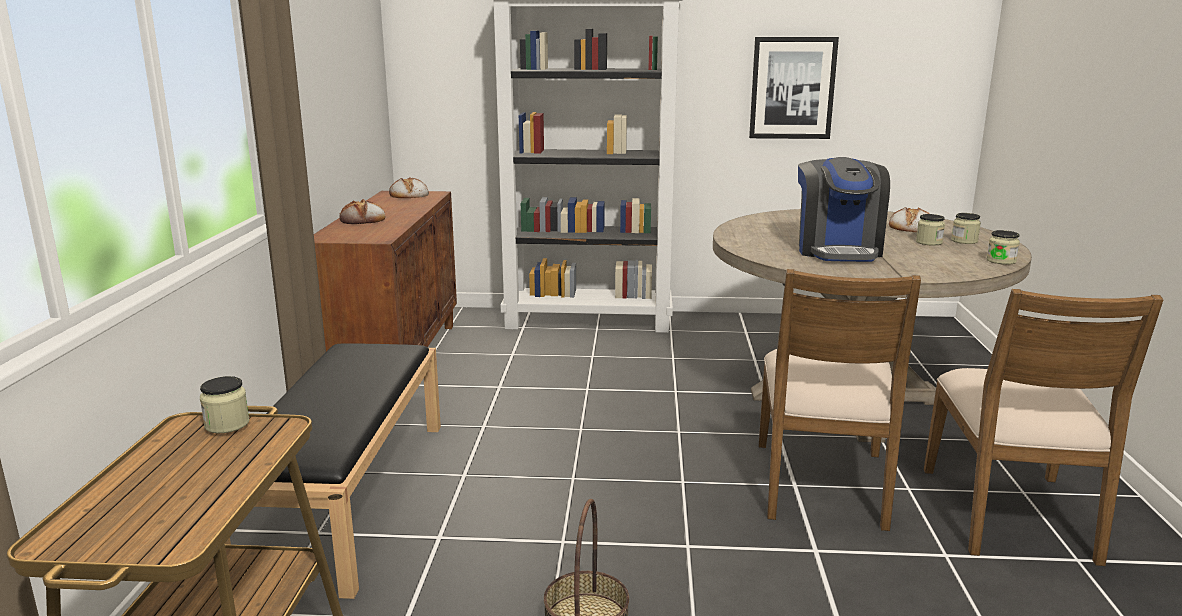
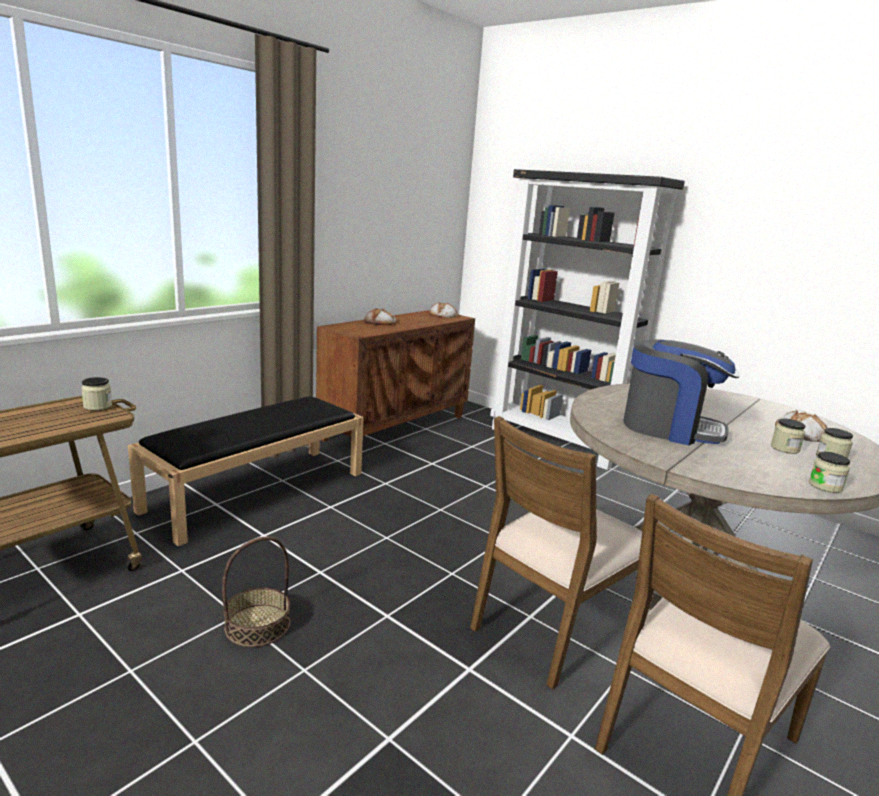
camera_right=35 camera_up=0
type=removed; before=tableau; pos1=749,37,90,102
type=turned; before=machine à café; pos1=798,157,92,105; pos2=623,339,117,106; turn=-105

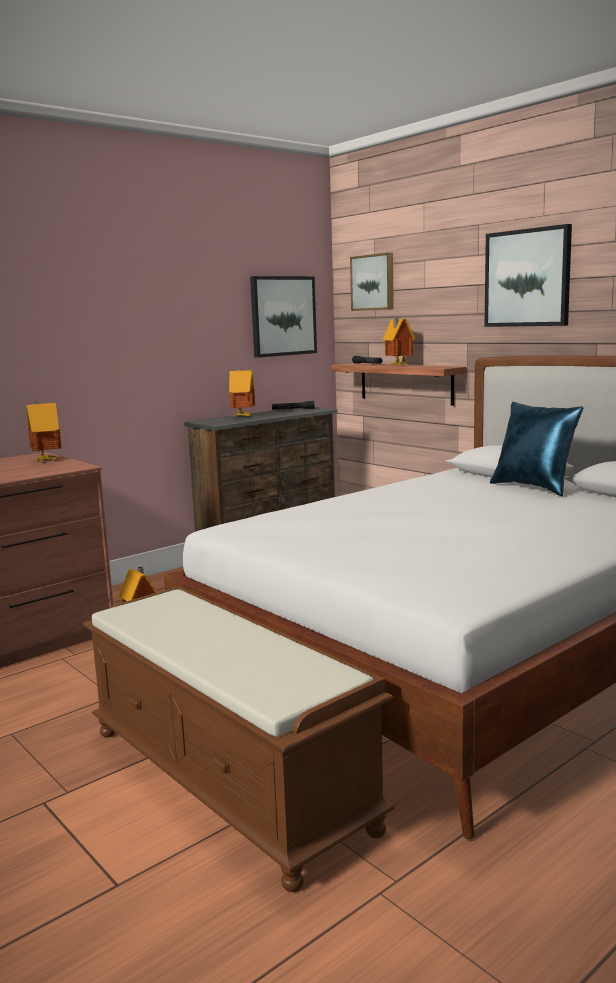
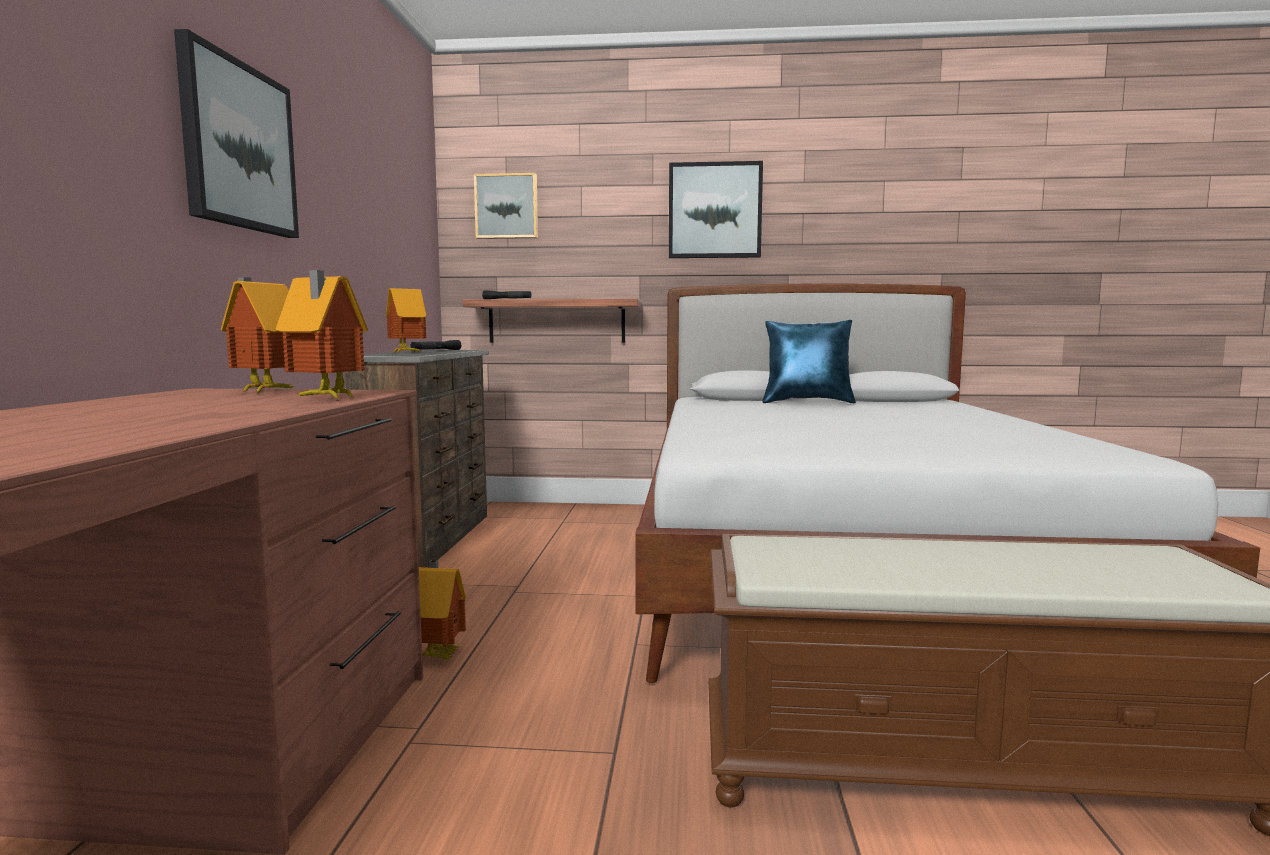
camera_right=-45 camera_up=-5
type=moved; before=tableau; pos1=250,276,67,82; pos2=174,29,125,209
type=moved; before=maison miniature; pos1=383,317,32,49; pos2=275,270,93,130

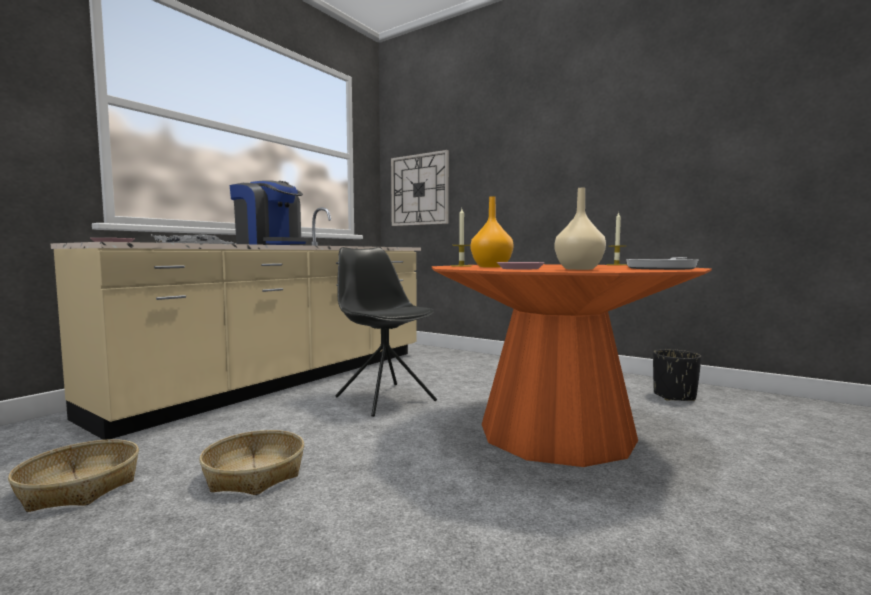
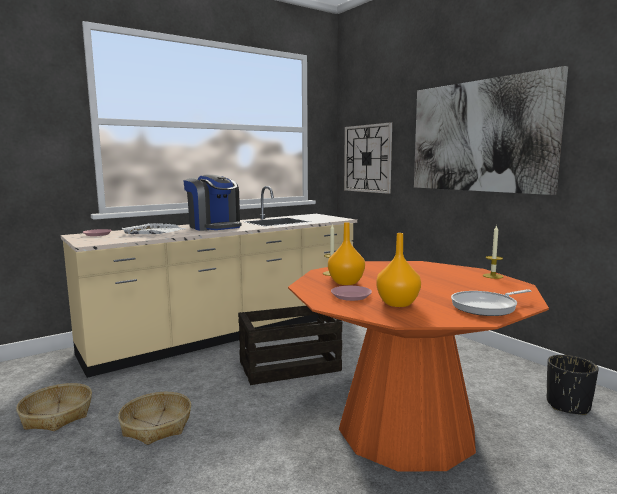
camera_right=20 camera_up=5
type=recoloured; before=vase/beige; after=vase/orange; pos1=555,188,51,82; pos2=376,233,45,74
type=replaced; before=chaise/noir; after=caisse; pos1=335,247,102,170; pos2=238,306,104,79
type=added; after=tableau; pos2=414,66,154,129

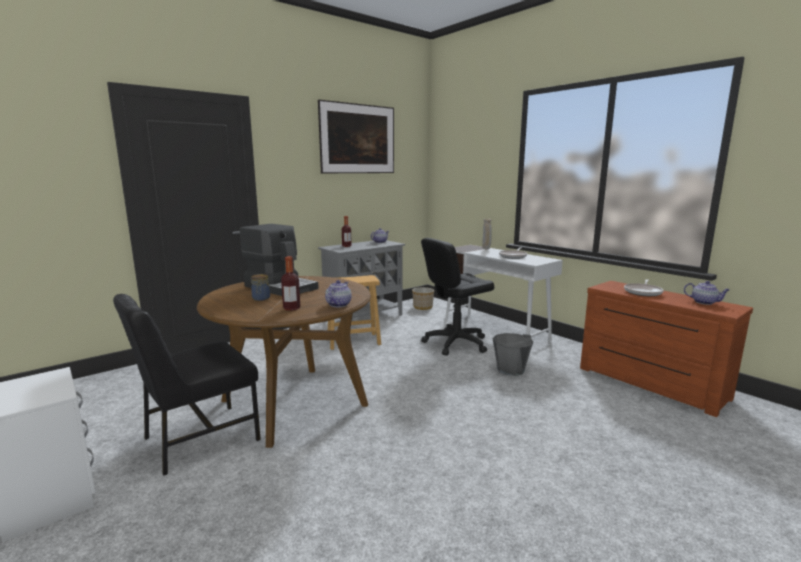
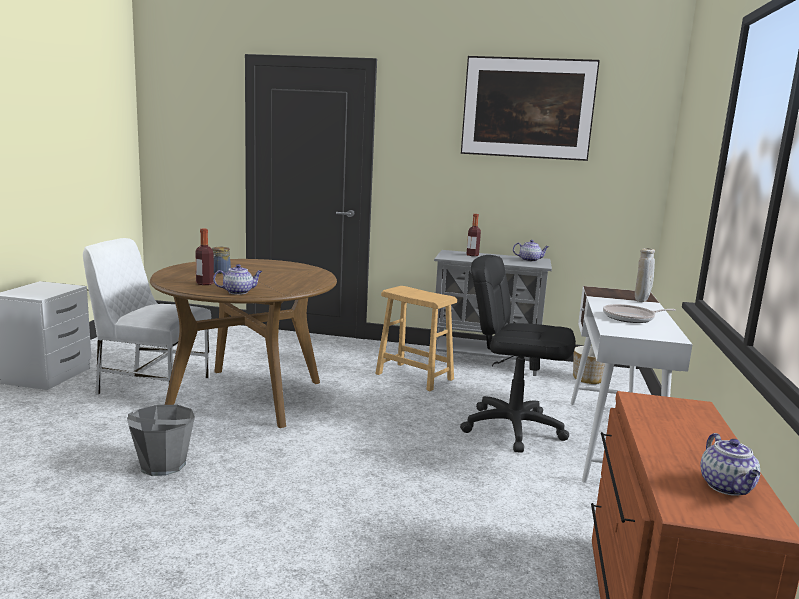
camera_right=50 camera_up=0
type=removed; before=machine à café; pos1=240,224,79,72
type=removed; before=poêle; pos1=624,279,40,17
type=recoloured; before=chaise/noir; after=chaise/blanc; pos1=113,294,148,182; pos2=83,238,128,157
type=moved; before=seau/gris; pos1=493,333,40,43; pos2=127,405,68,71

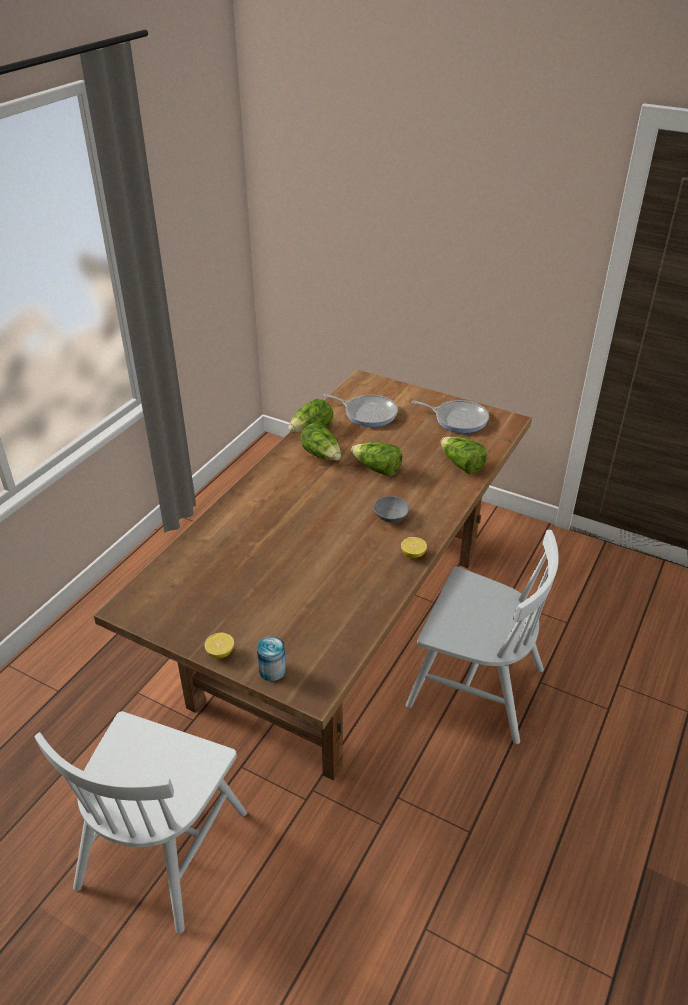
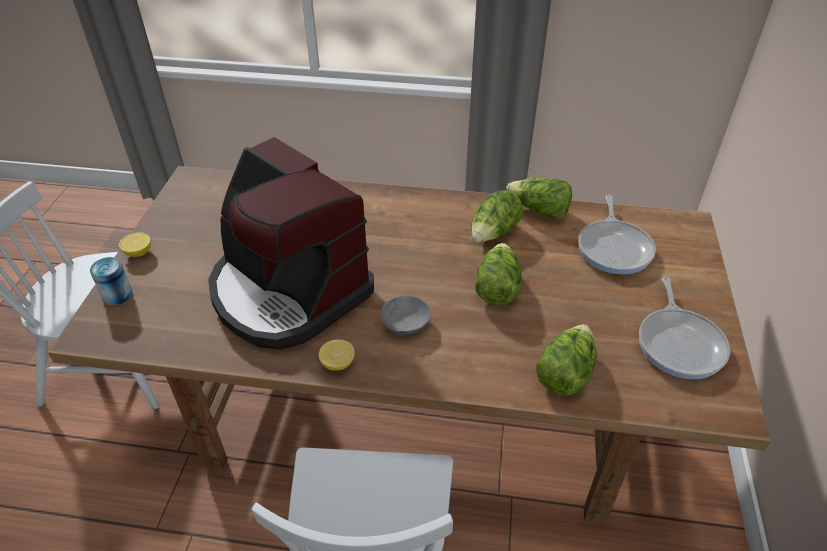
camera_right=70 camera_up=5
type=added; after=machine à café; pos2=208,137,166,213

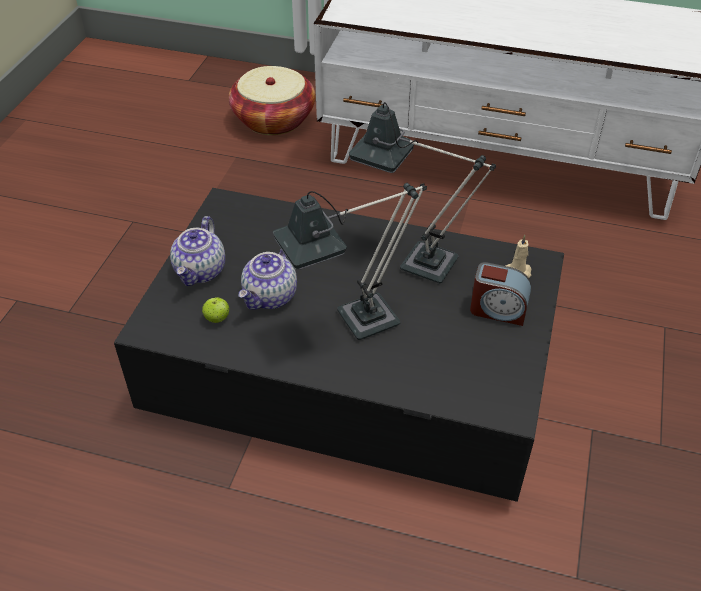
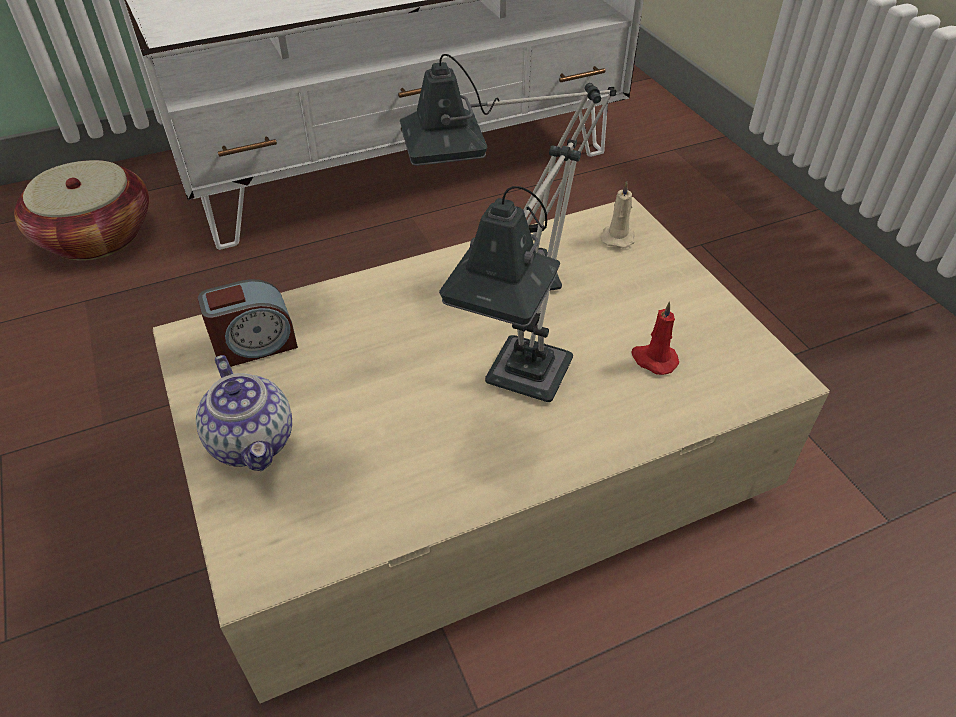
camera_right=-40 camera_up=0
type=recoloured; before=table basse/noir; after=table basse/beige; pos1=114,188,450,314; pos2=153,197,677,506
type=removed; before=théière; pos1=239,250,58,60
type=moved; before=réveil; pos1=470,262,61,64; pos2=198,279,100,88
type=removed; before=pomme; pos1=202,297,27,26
type=added; after=bougie/rouge; pos2=631,301,48,74

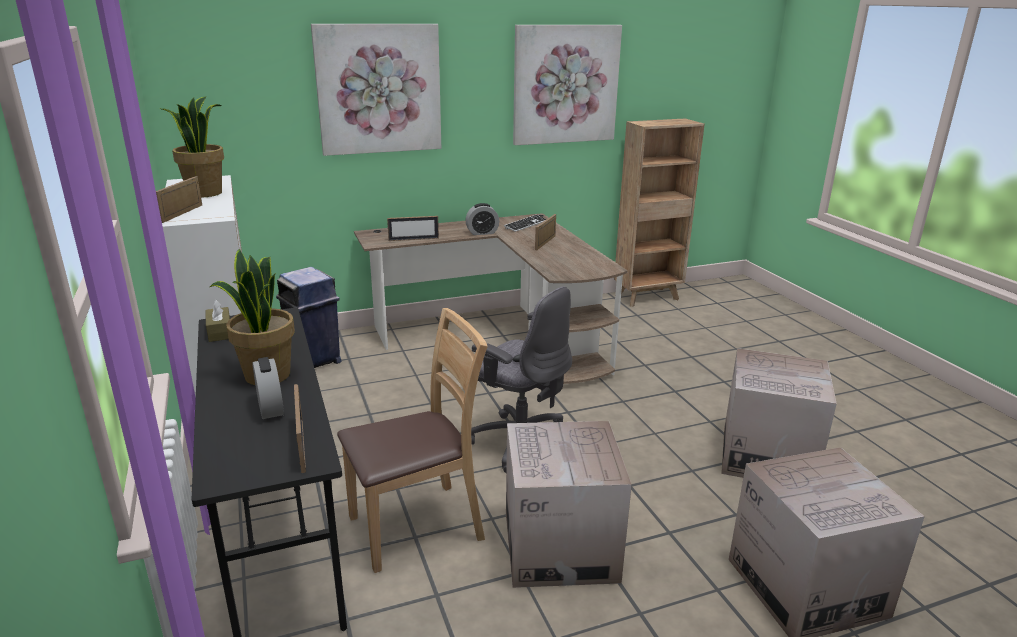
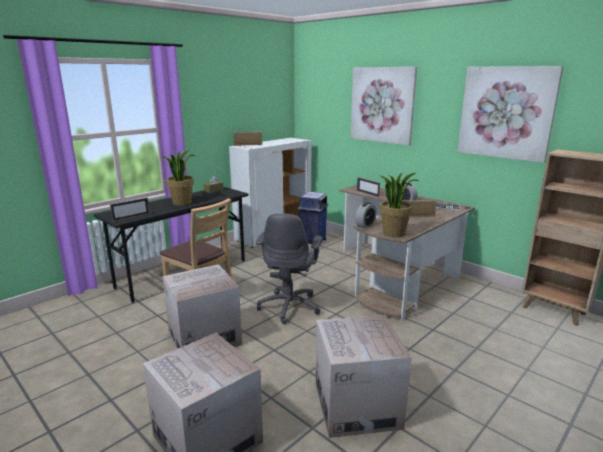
camera_right=65 camera_up=-5
type=moved; before=plante en pot; pos1=159,96,65,102; pos2=380,172,39,65
type=moved; before=réveil; pos1=252,357,32,62; pos2=355,202,22,26

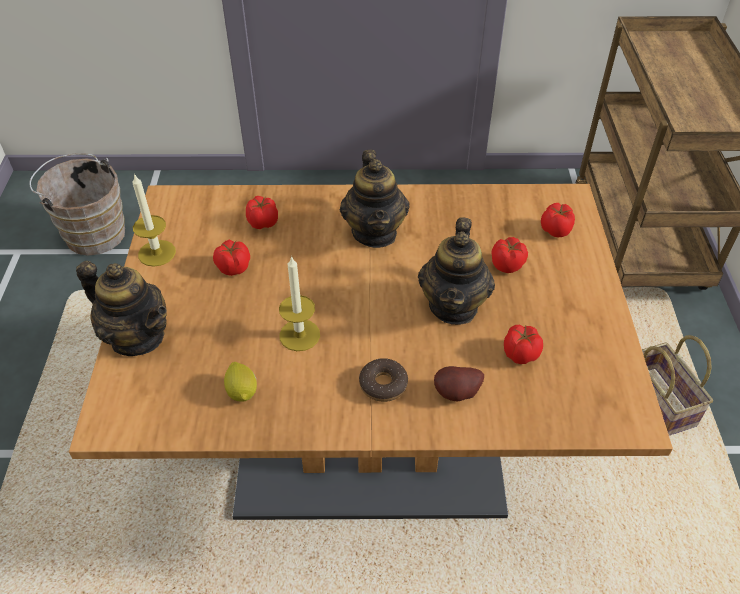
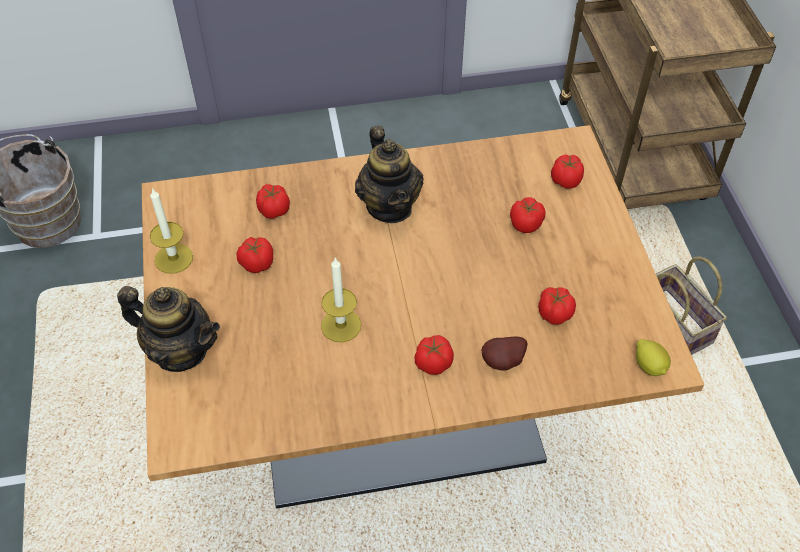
camera_right=-10 camera_up=5
type=removed; before=théière; pos1=418,217,77,108
type=replaced; before=beignet; after=tomate; pos1=359,358,49,44; pos2=415,335,39,40
type=moved; before=citron; pos1=224,362,33,39; pos2=636,339,35,37

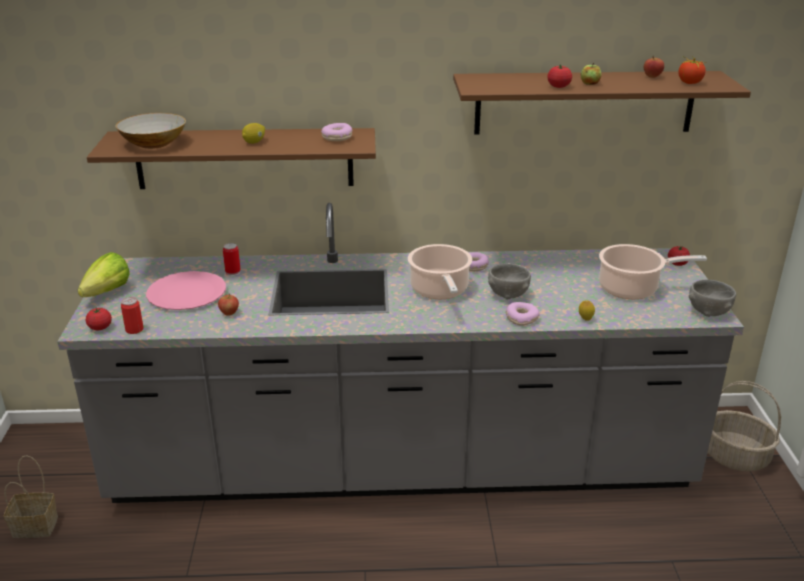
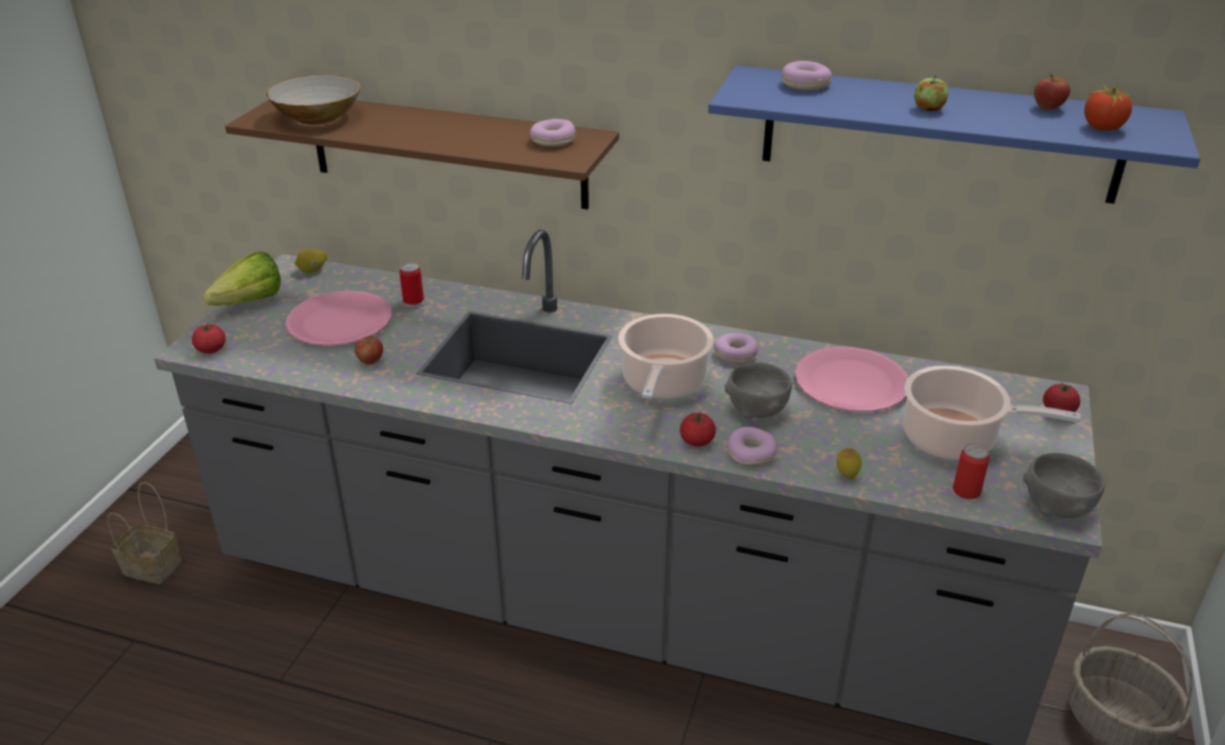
camera_right=20 camera_up=5
type=moved; before=tomate; pos1=547,65,25,23; pos2=680,412,36,35
type=recoloured; before=étagère/marron; after=étagère/bleu; pos1=453,71,298,64; pos2=708,66,492,138
type=moved; before=citron; pos1=242,123,23,21; pos2=295,249,32,24
type=moved; before=boîte métallique; pos1=121,297,23,37; pos2=953,443,37,56
type=added; after=beignet; pos2=781,61,51,30
type=added; after=assiette/rose; pos2=795,347,113,65

